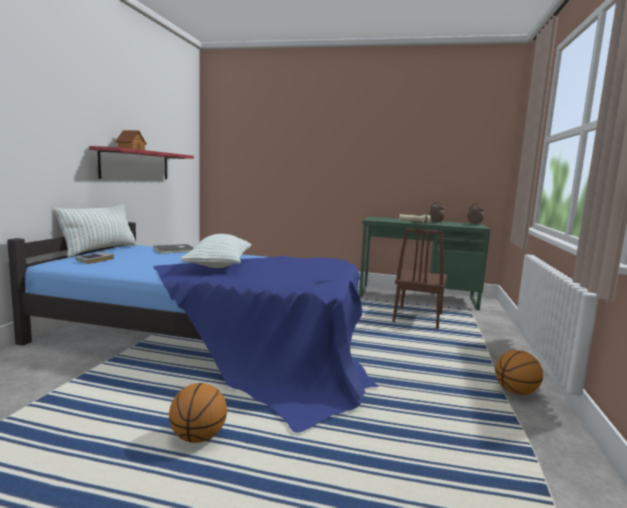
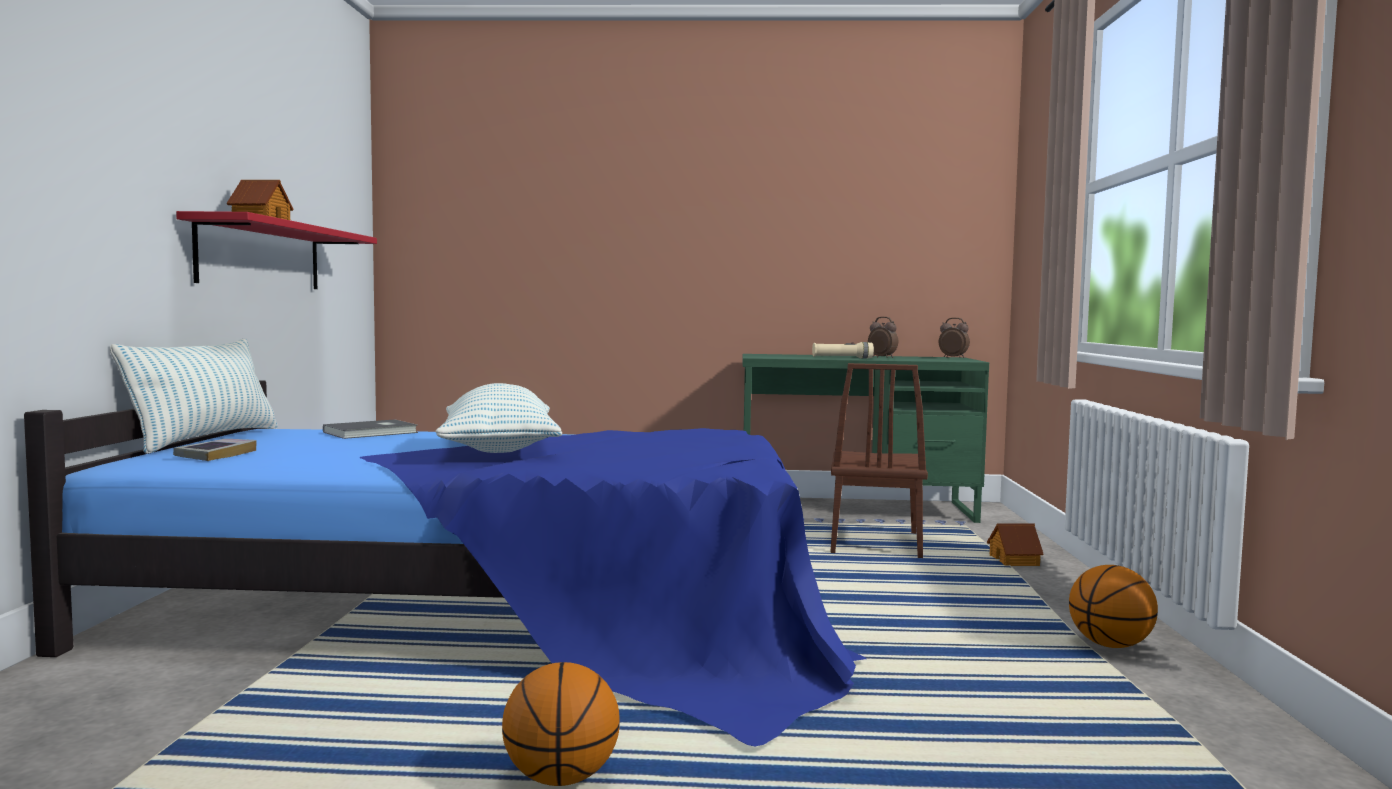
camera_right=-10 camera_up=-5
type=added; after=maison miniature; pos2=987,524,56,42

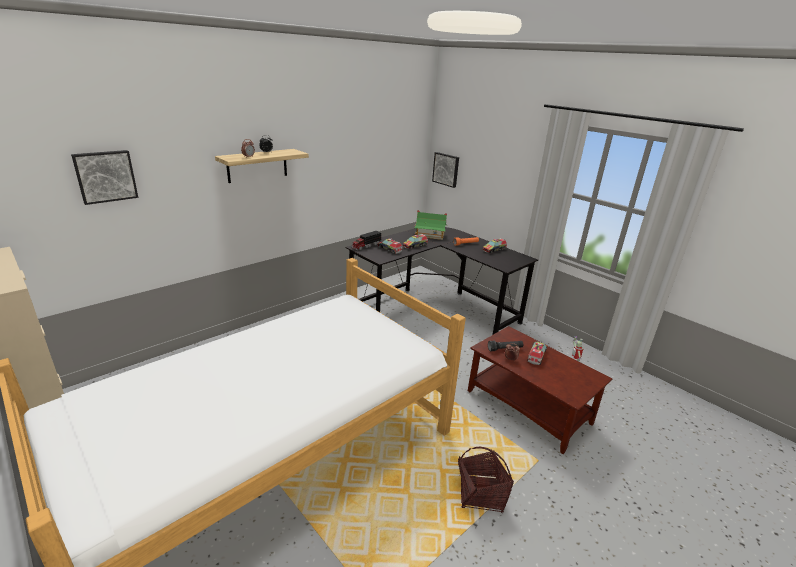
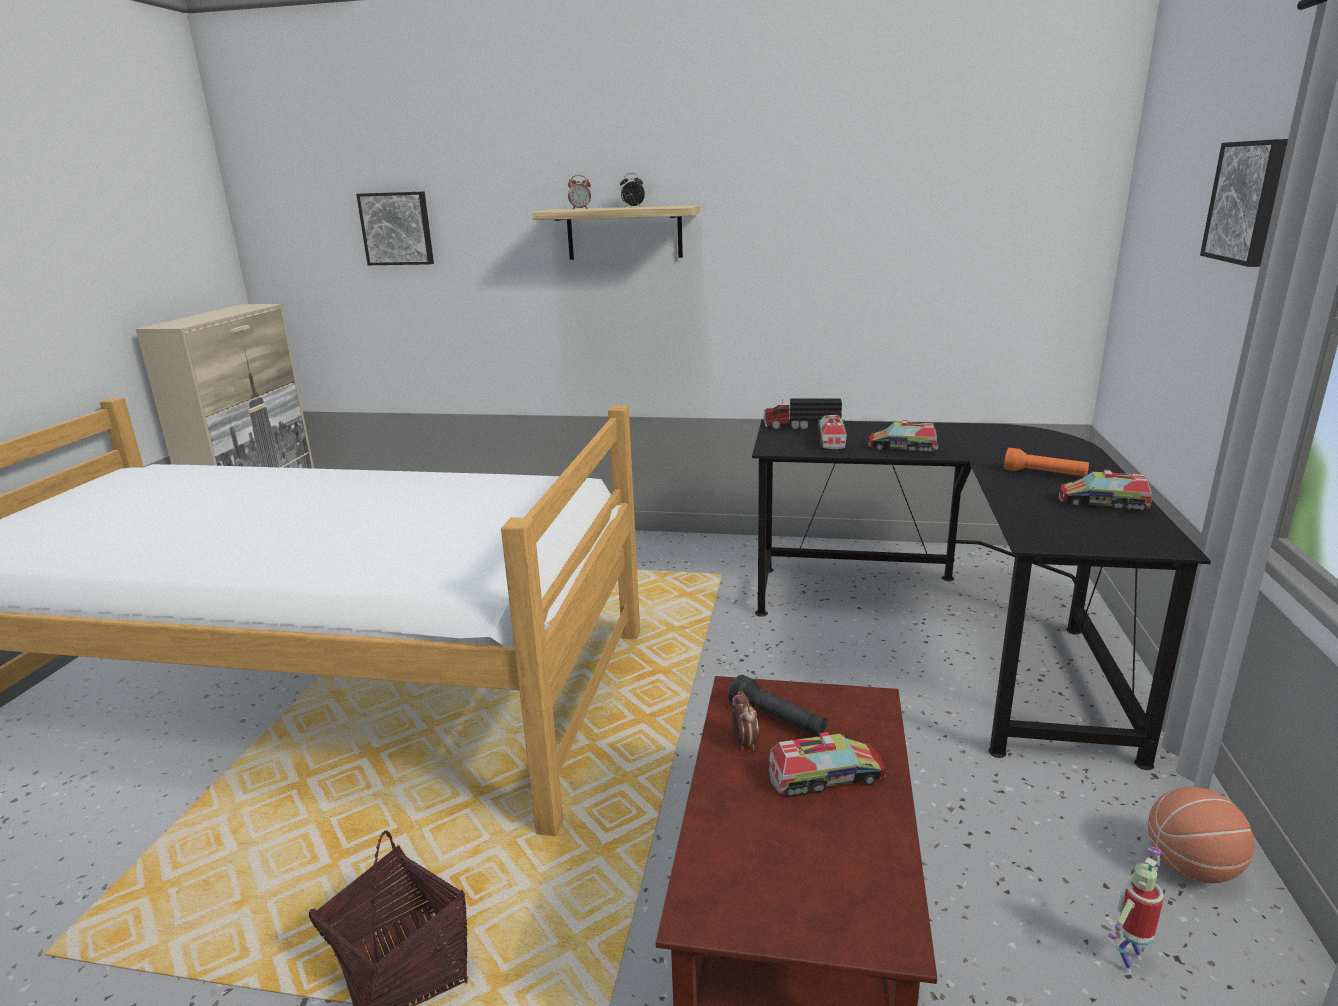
camera_right=55 camera_up=-5
type=moved; before=tableau; pos1=432,152,27,36; pos2=1200,139,88,128
type=removed; before=maison miniature; pos1=414,210,33,30
type=added; after=ballon de basket; pos2=1148,787,106,96

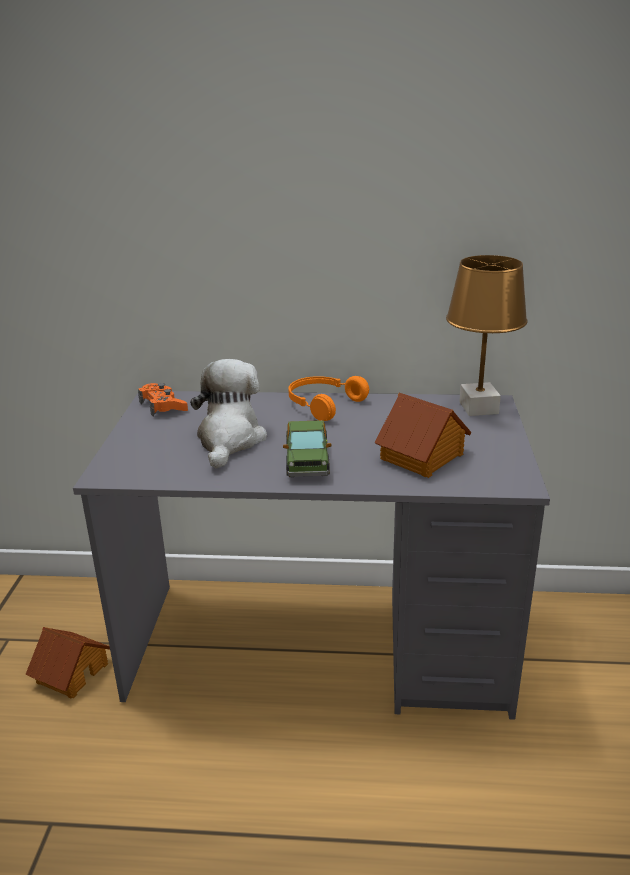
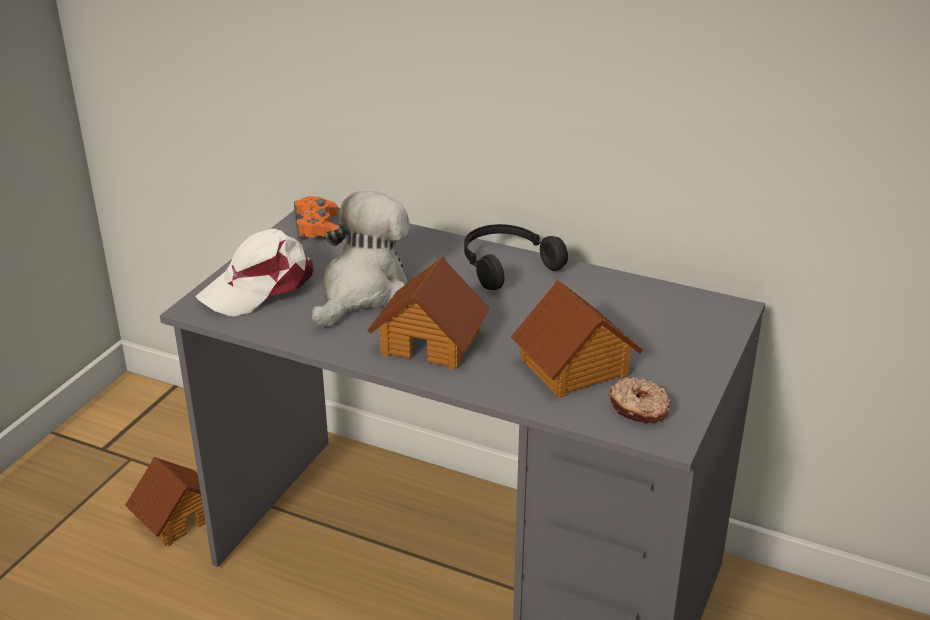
camera_right=20 camera_up=5
type=removed; before=lampe de table/marron; pos1=446,255,82,161
type=recoloured; before=casque audio/orange; after=casque audio/noir; pos1=288,376,81,45; pos2=464,224,104,66
type=replaced; before=camion jouet; after=maison miniature; pos1=283,420,48,57; pos2=367,256,123,114
type=added; after=casquette/blanc; pos2=195,229,119,88
type=added; after=beignet; pos2=609,377,62,46

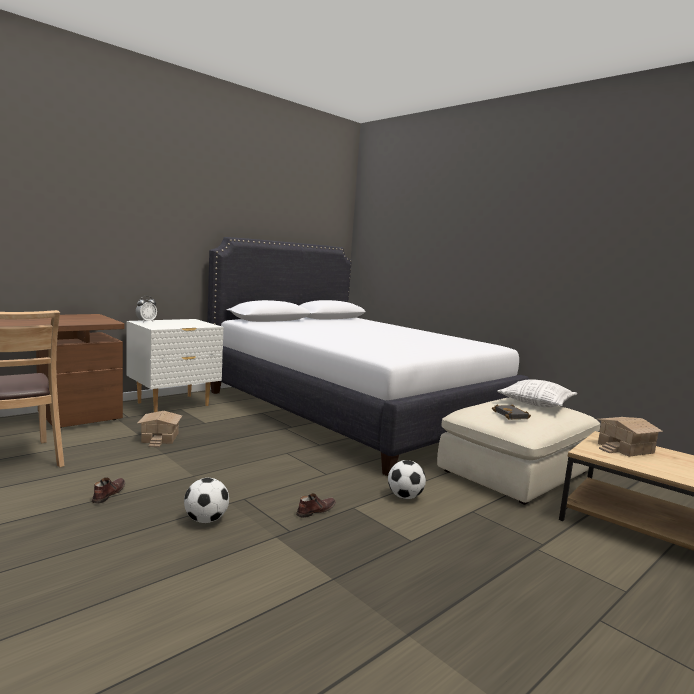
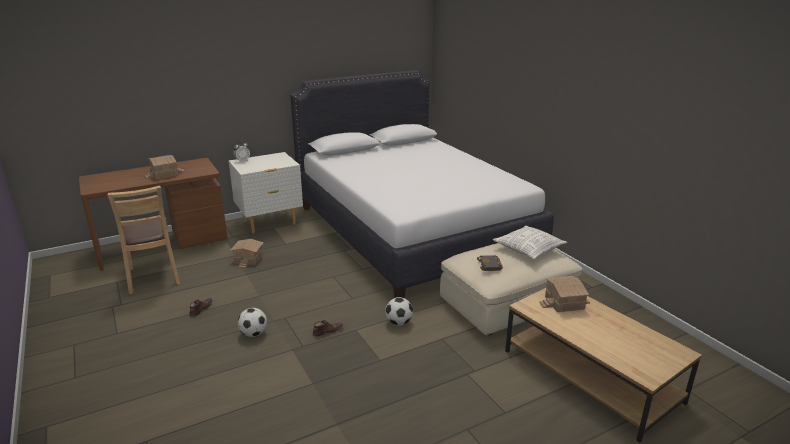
camera_right=15 camera_up=15
type=added; after=maison miniature; pos2=145,155,40,24

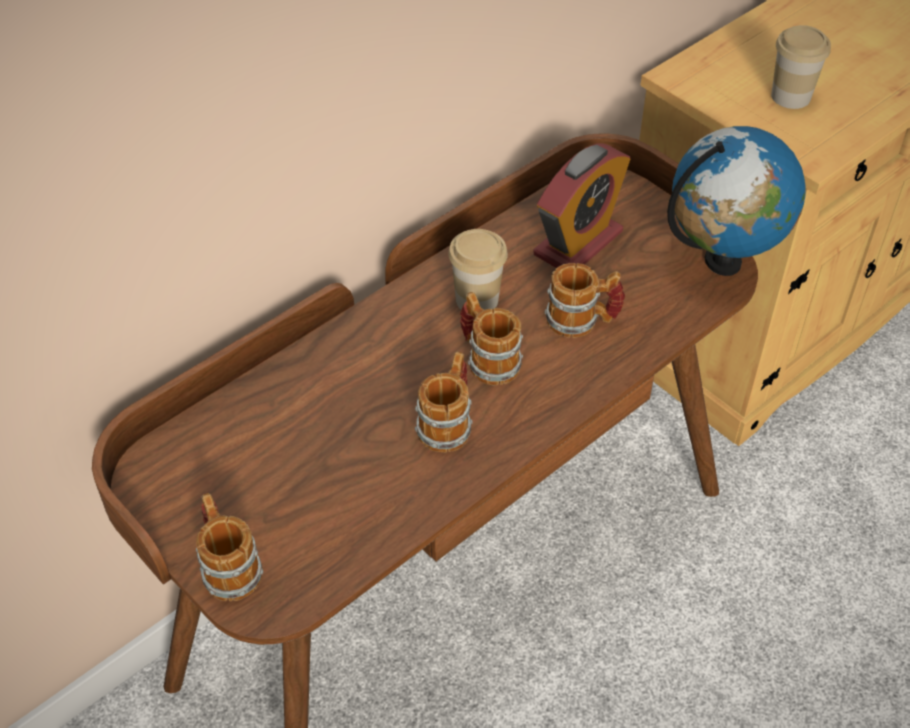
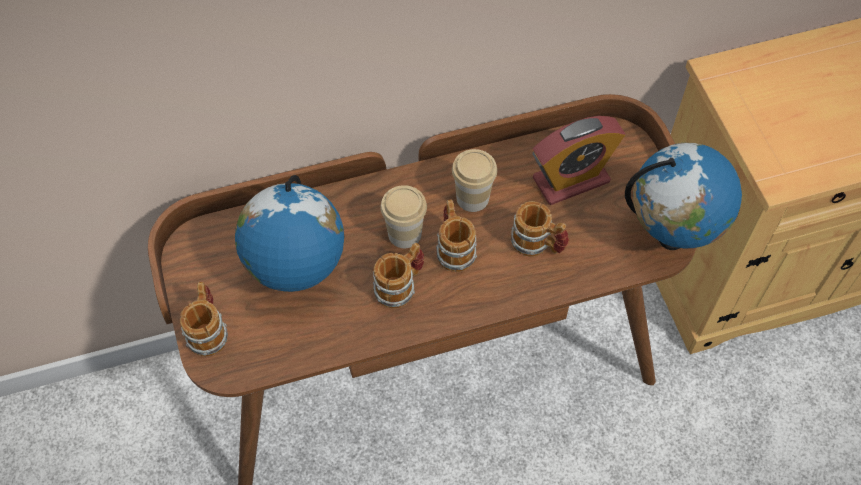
camera_right=25 camera_up=10
type=moved; before=tasse; pos1=771,25,60,84; pos2=381,185,46,63
type=added; after=globe; pos2=235,175,109,117

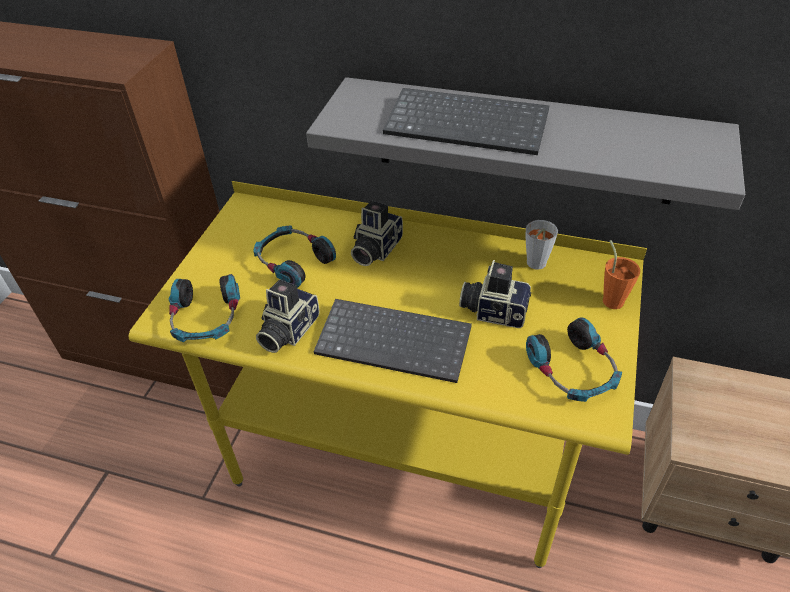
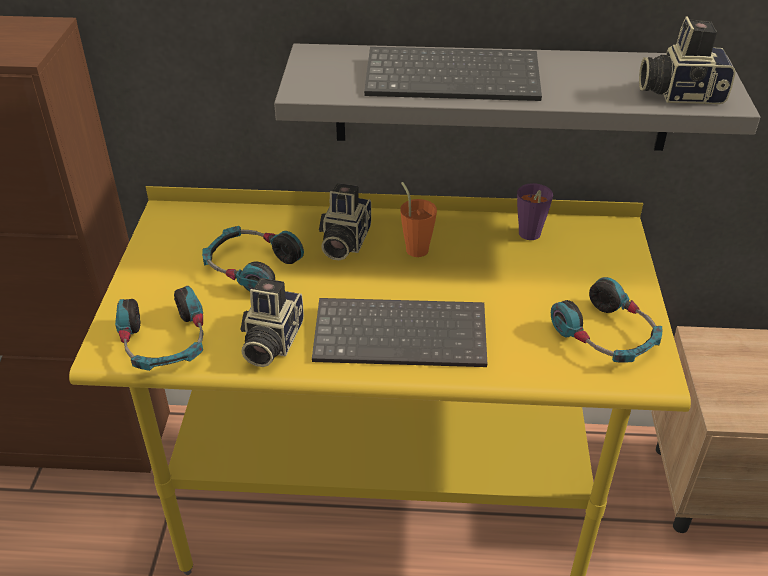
camera_right=-15 camera_up=-5
type=recoloured; before=tasse/gris; after=tasse/violet; pos1=526,220,32,50; pos2=517,183,36,57
type=moved; before=tasse/orange; pos1=603,240,37,69; pos2=400,182,37,75
type=moved; before=appareil photo; pos1=459,260,72,68; pos2=639,16,96,88

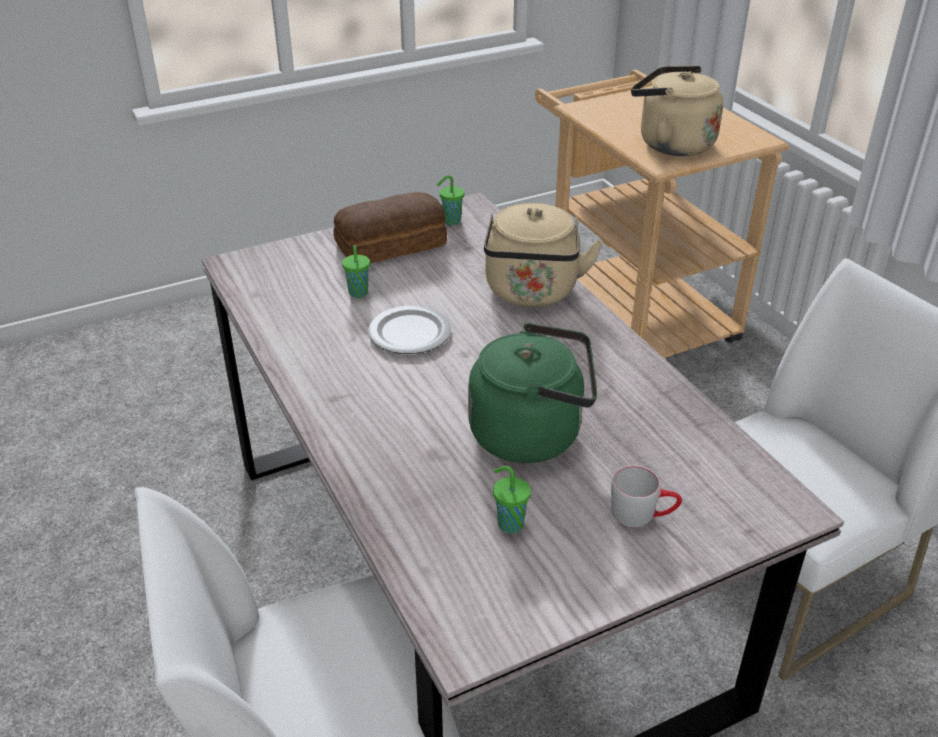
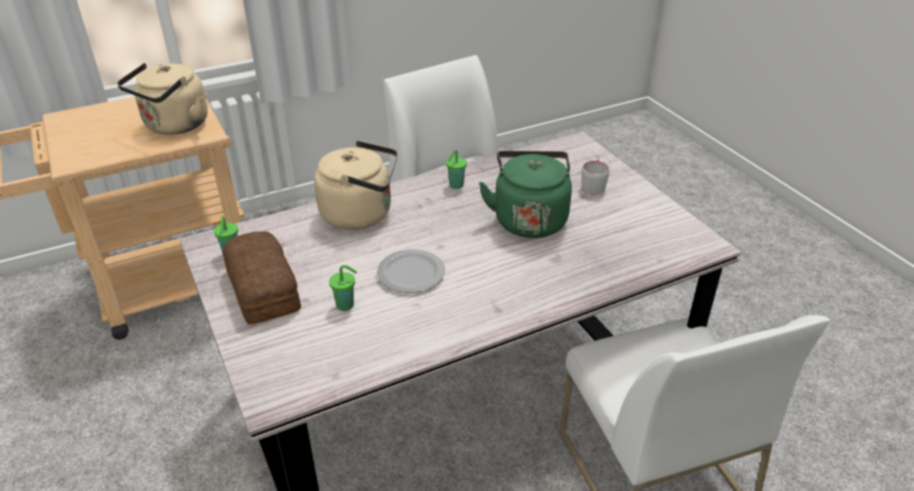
camera_right=-90 camera_up=0
type=moved; before=tasse/vert; pos1=493,466,38,67; pos2=446,150,21,39

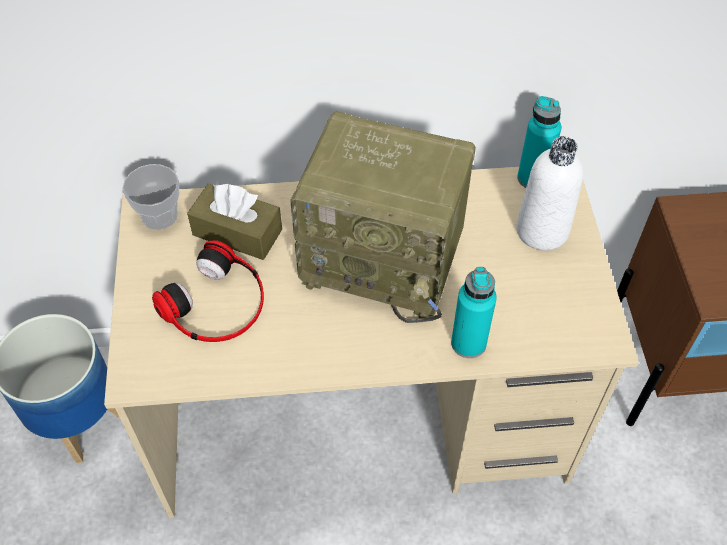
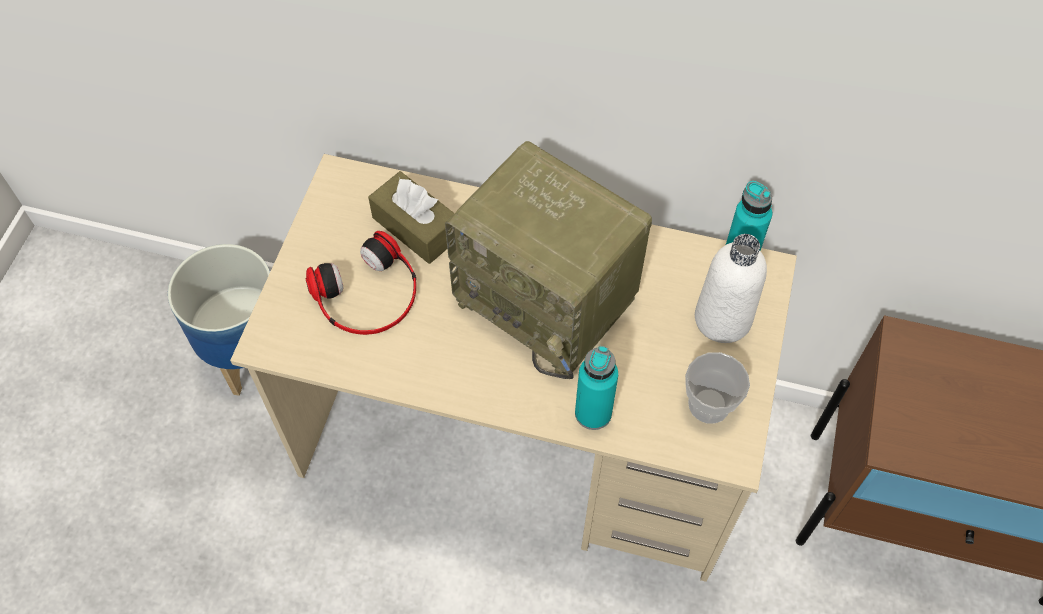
camera_right=20 camera_up=5
type=moved; before=tasse; pos1=122,164,57,66; pos2=685,352,65,72

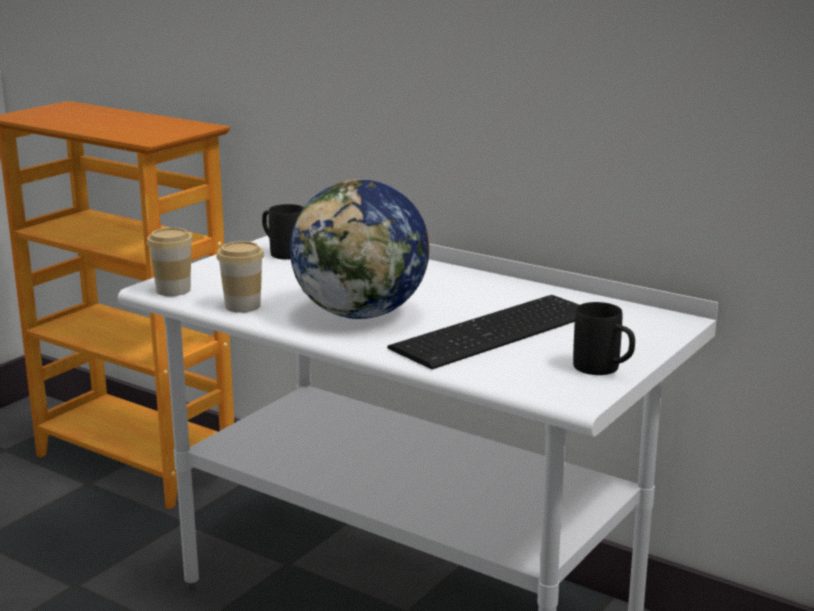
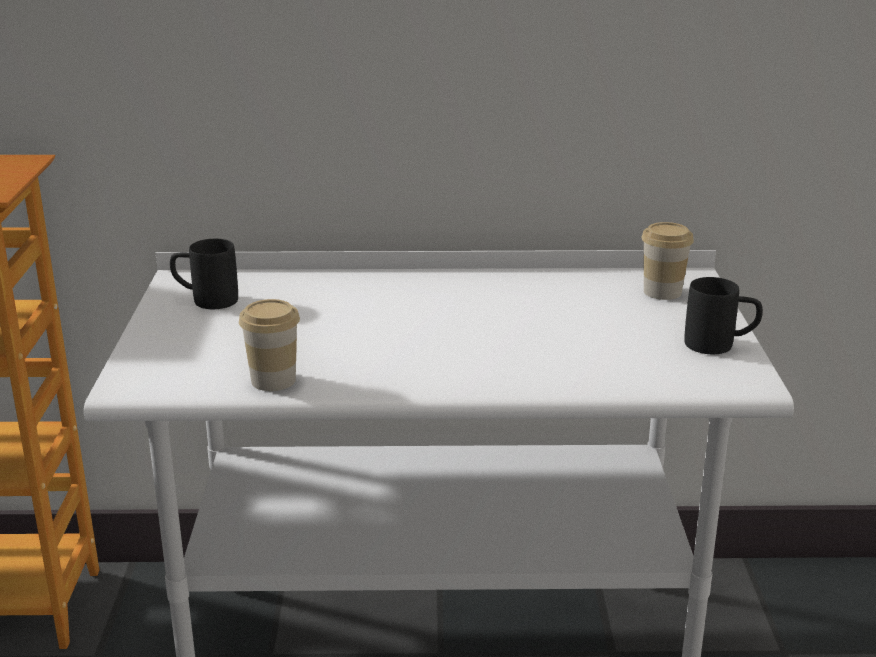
camera_right=-35 camera_up=5
type=removed; before=globe; pos1=290,179,140,140
type=moved; before=tasse; pos1=147,228,46,68; pos2=641,222,53,78
type=removed; before=clavier; pos1=387,295,192,74

